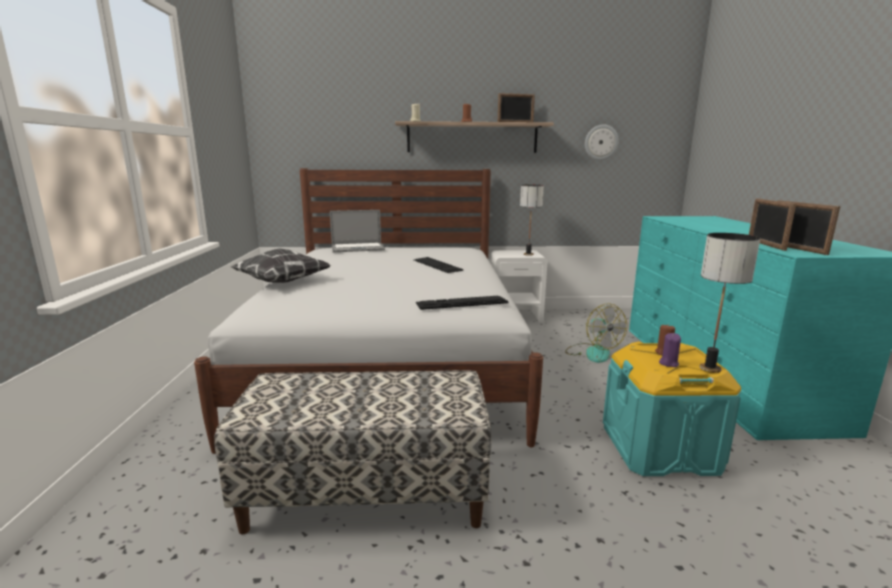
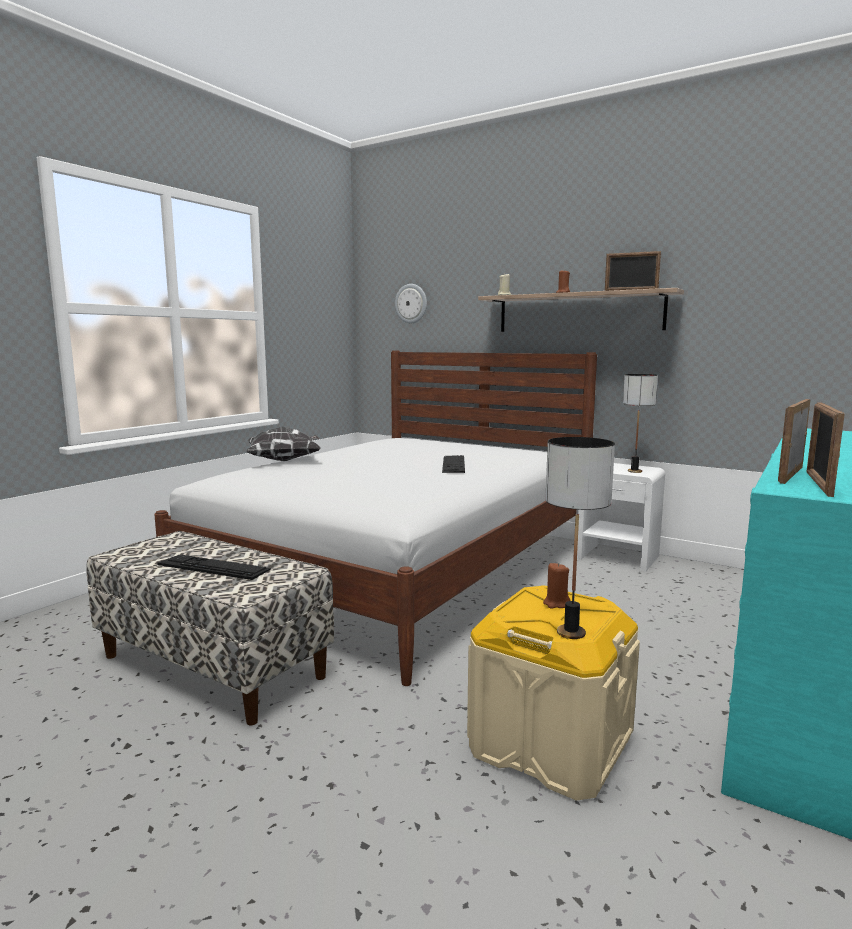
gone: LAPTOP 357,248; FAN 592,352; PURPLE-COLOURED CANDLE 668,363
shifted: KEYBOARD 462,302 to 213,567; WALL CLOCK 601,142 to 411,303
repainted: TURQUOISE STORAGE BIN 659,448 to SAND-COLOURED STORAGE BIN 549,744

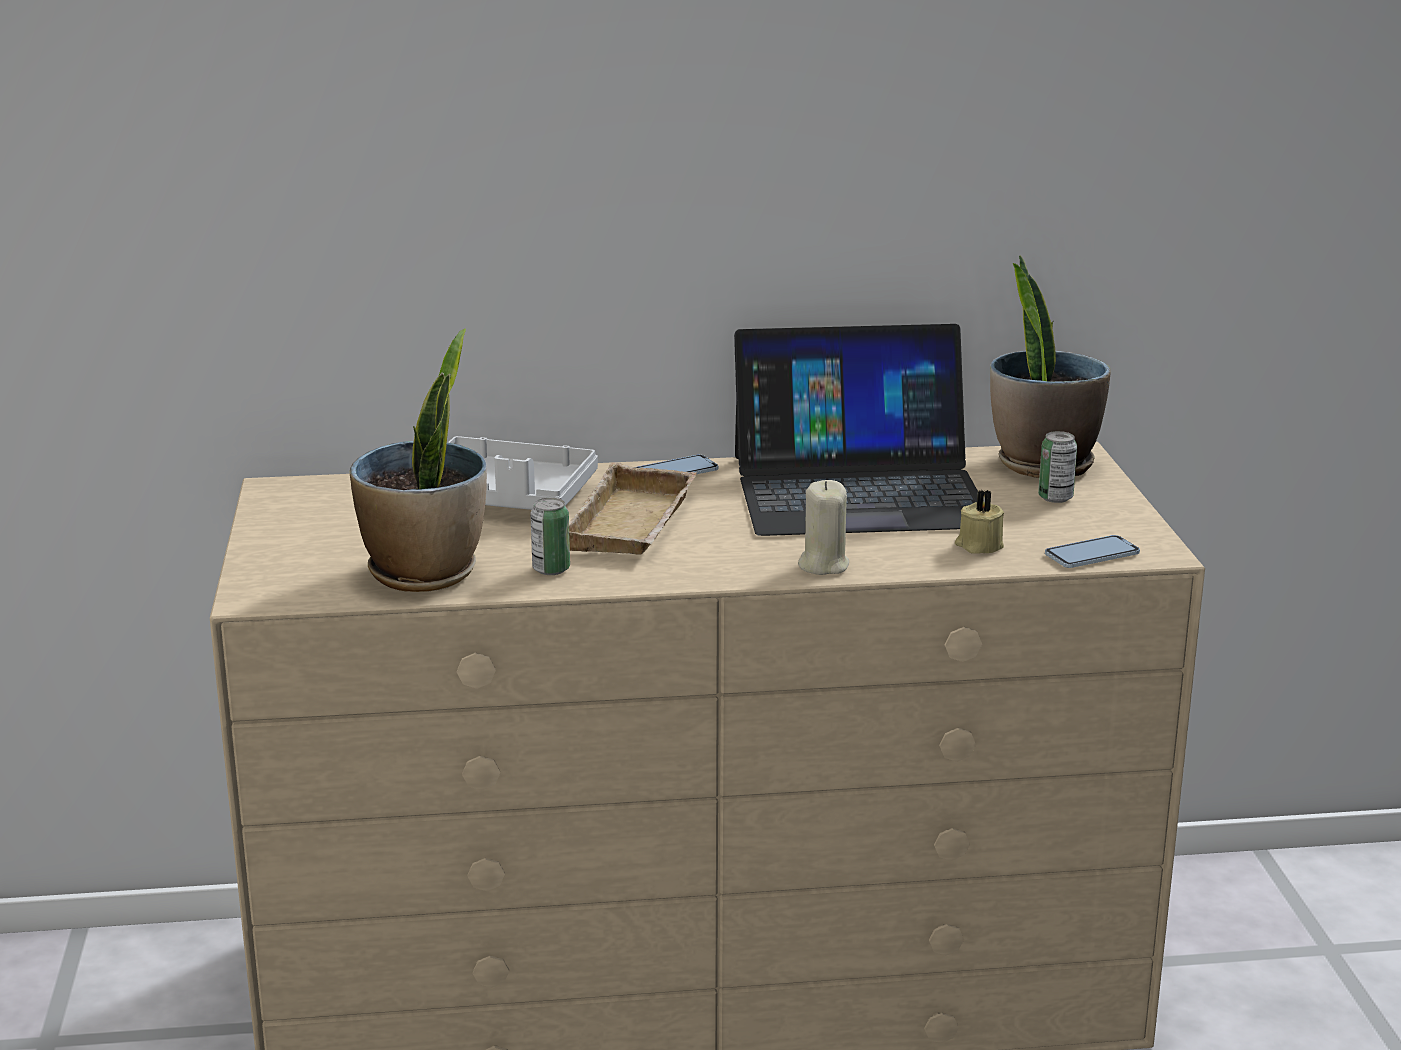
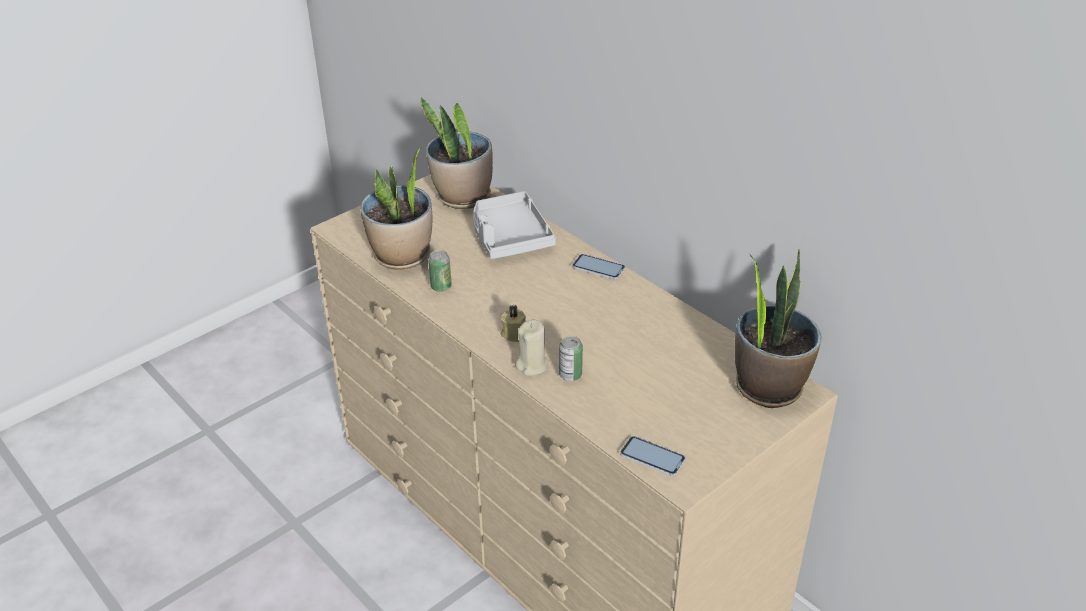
gone: SAND-COLOURED TRAY 635,525; LAPTOP 859,490
new: HOUSEPLANT 462,197
shifted: SAND-COLOURED CANDLE 978,546 to 514,333; CAN 1055,497 to 570,375

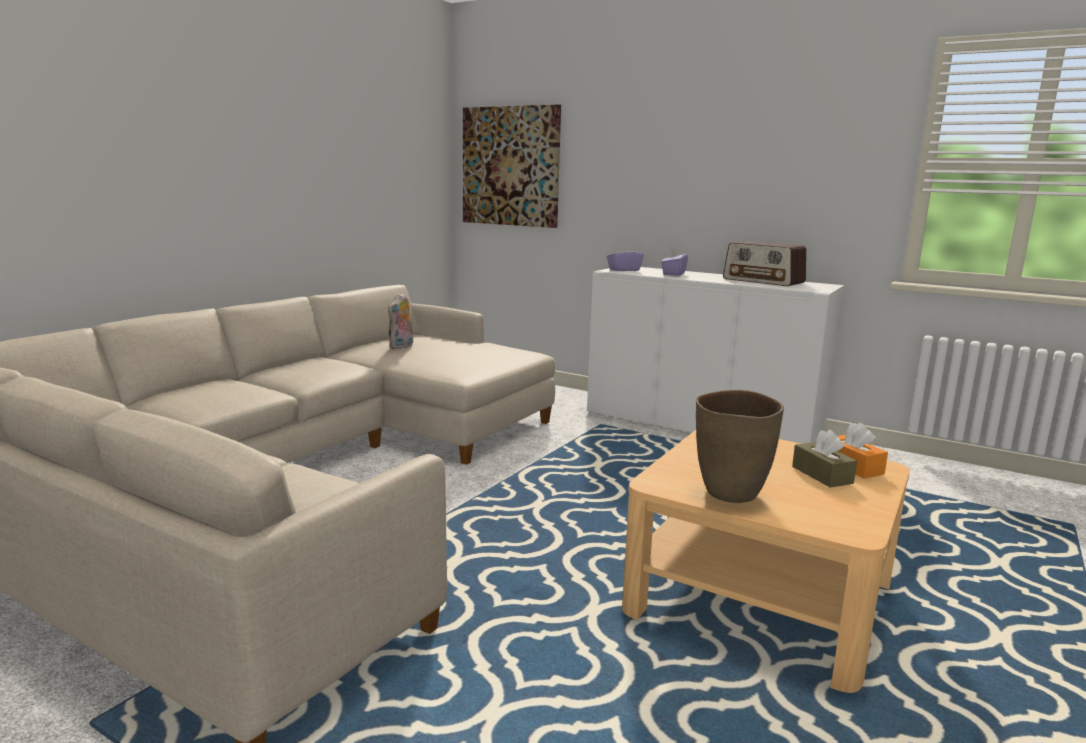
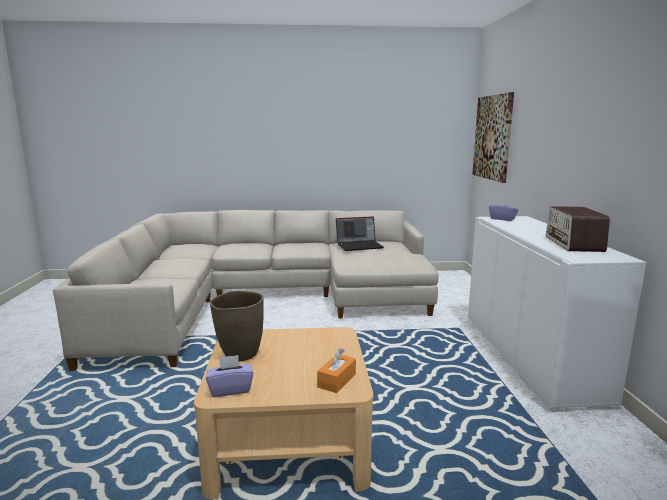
gone: BROWNISH TISSUE BOX 822,475
shifted: PURPLE-COLOURED TISSUE BOX 673,274 to 230,389
swapped: SOFT TOY 401,347 to LAPTOP 359,246

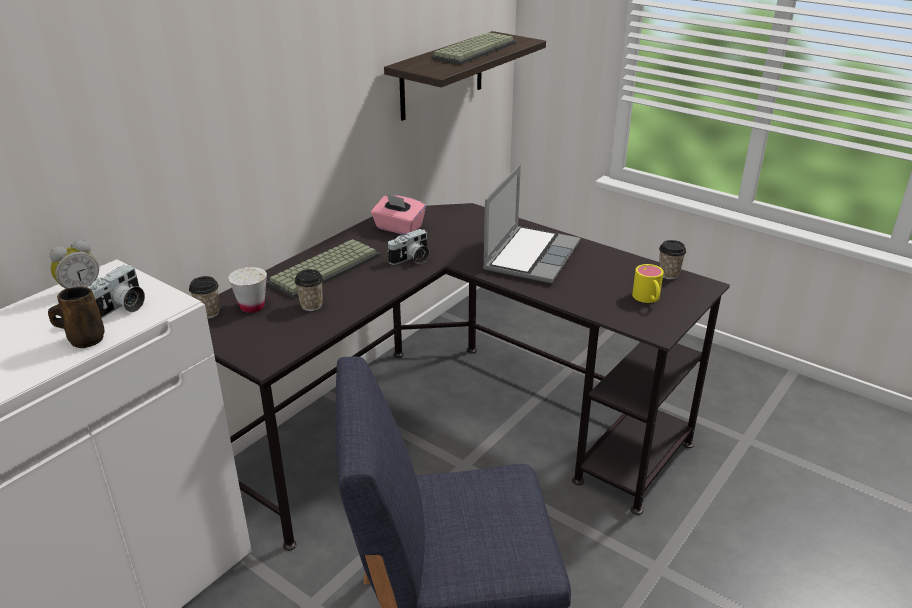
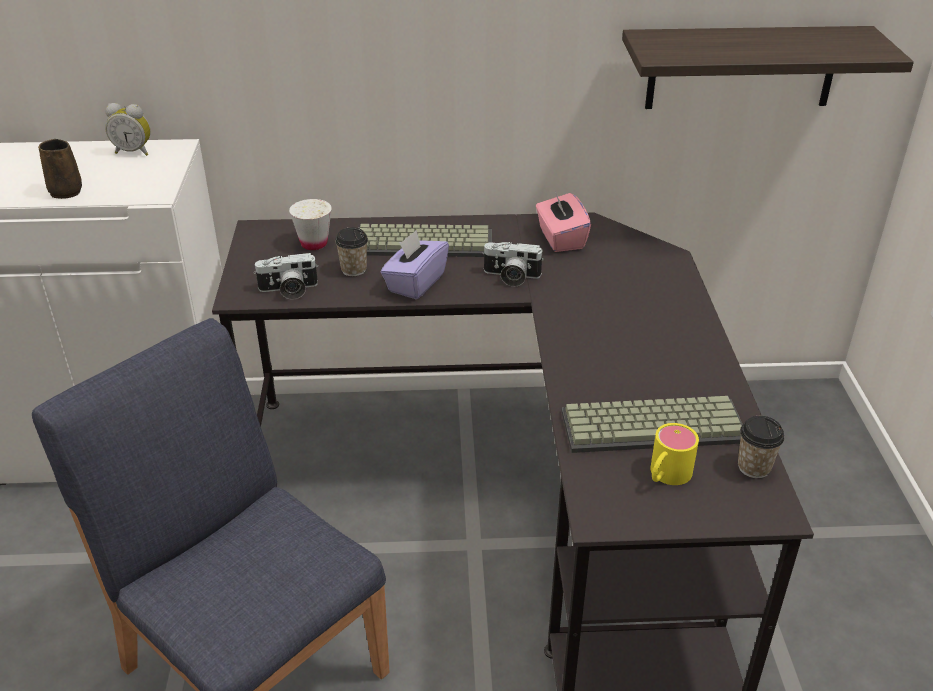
gone: DRINKING CUP 208,313; LAPTOP 531,256
new: PURPLE-COLOURED TISSUE BOX 415,283
shifted: PHOTO CAMERA 121,308 to 288,290; KEYBOARD 474,50 to 654,424

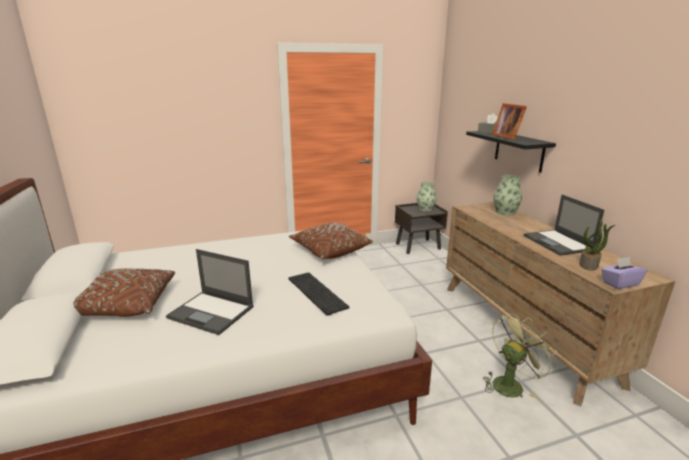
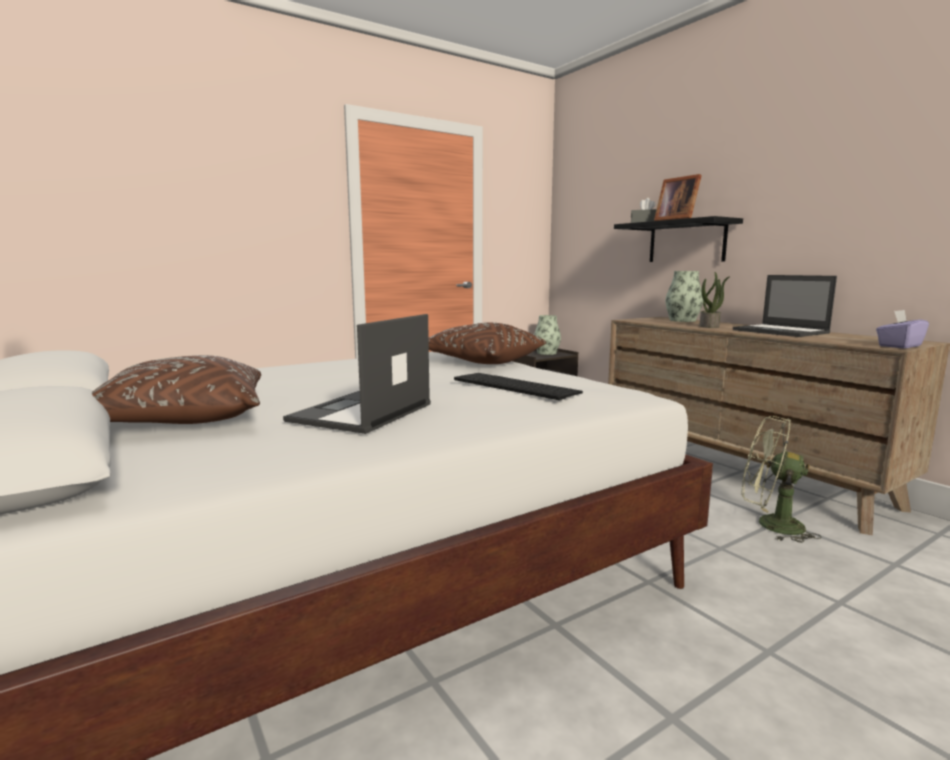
shifted: HOUSEPLANT 589,265 to 709,326
rotated: LAPTOP 212,312 = 361,413 105 degrees clockwise; GREEN FAN 510,383 = 770,525 105 degrees counterclockwise

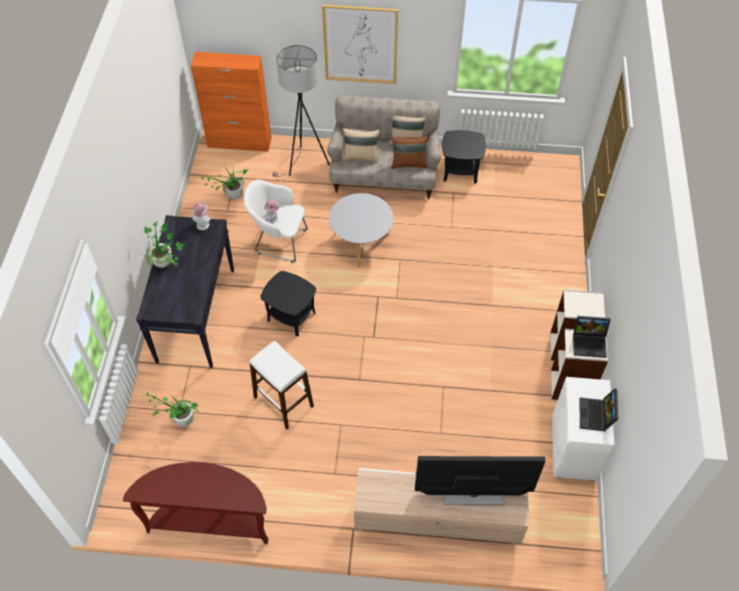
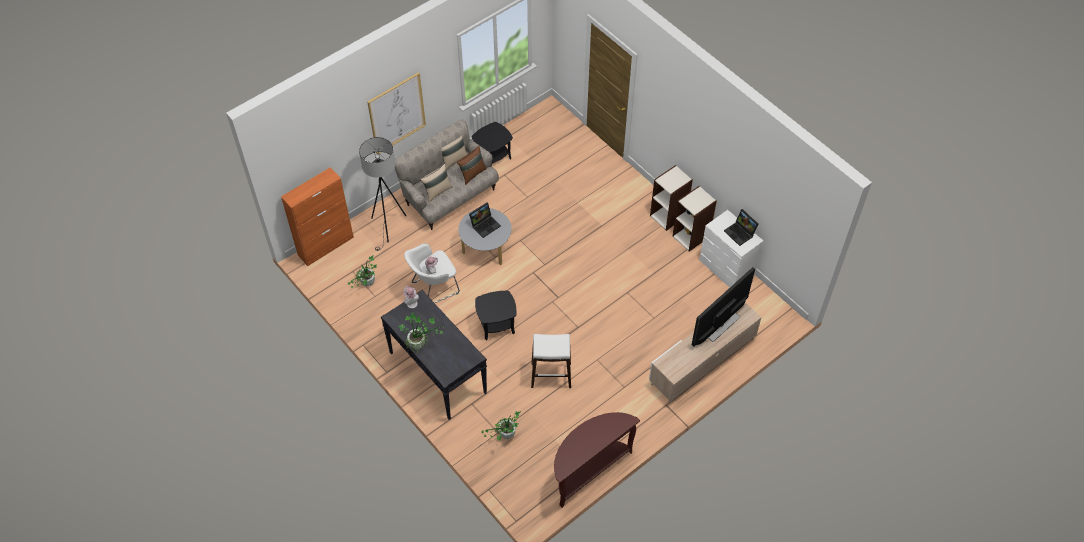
shifted: LAPTOP 590,342 to 485,224

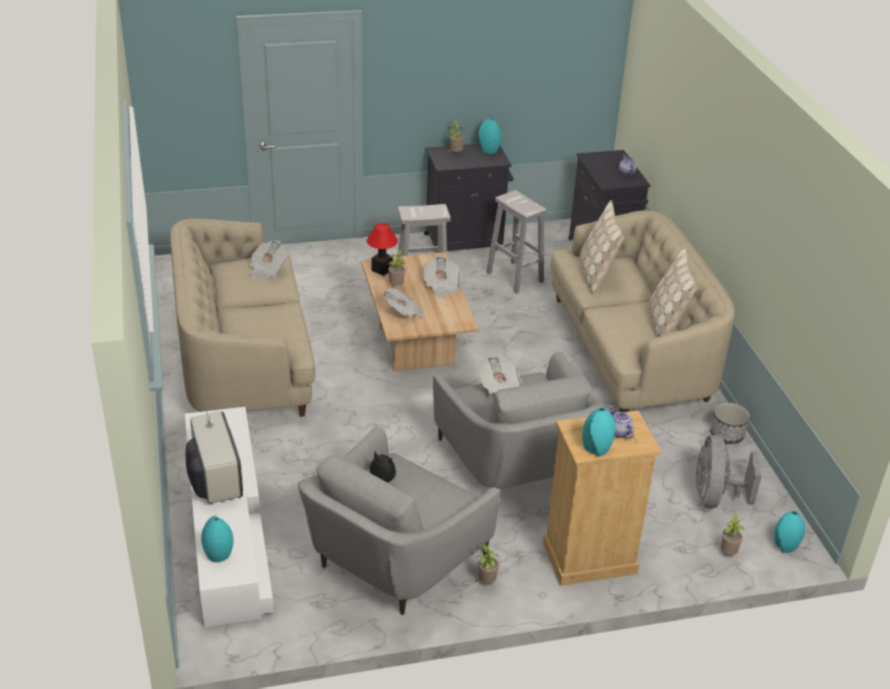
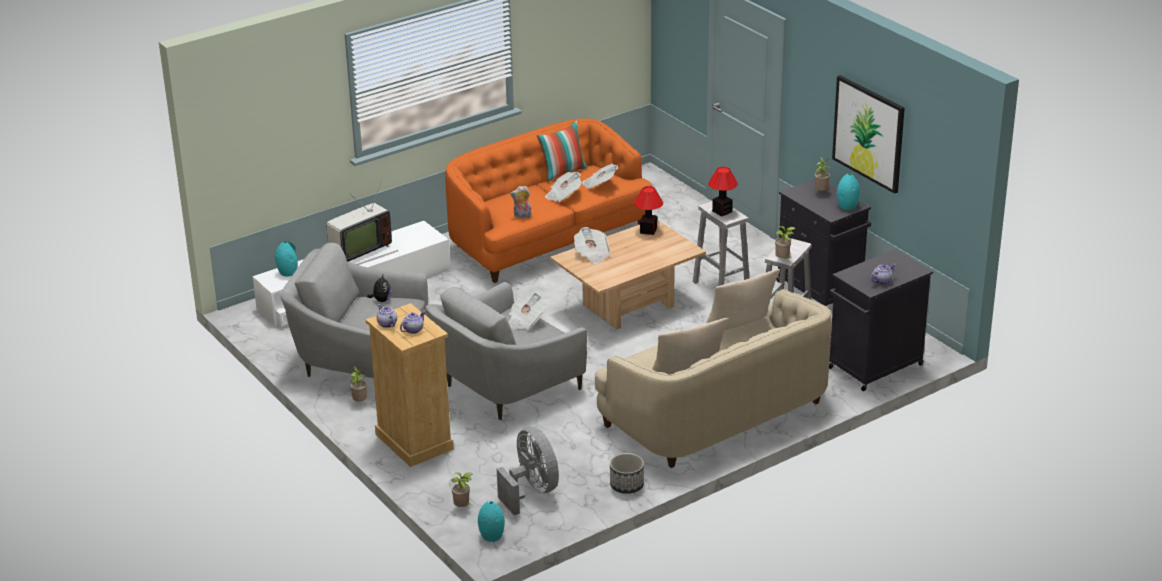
new: SOFT TOY 522,216; CUSHION 563,172; TABLETOP LAMP 721,212; WALL PICTURE 869,133
shifted: NEWSPAPER 441,286 to 563,195; HOUSEPLANT 397,286 to 783,260
swapped: TURQUOISE FLOWER VASE 596,449 to TEAPOT 386,324
repainted: SAND-COLOURED SETTEE 244,356 to ORANGE-COLOURED SETTEE 547,238
rotated: GREY FAN 715,497 = 531,491 75 degrees clockwise

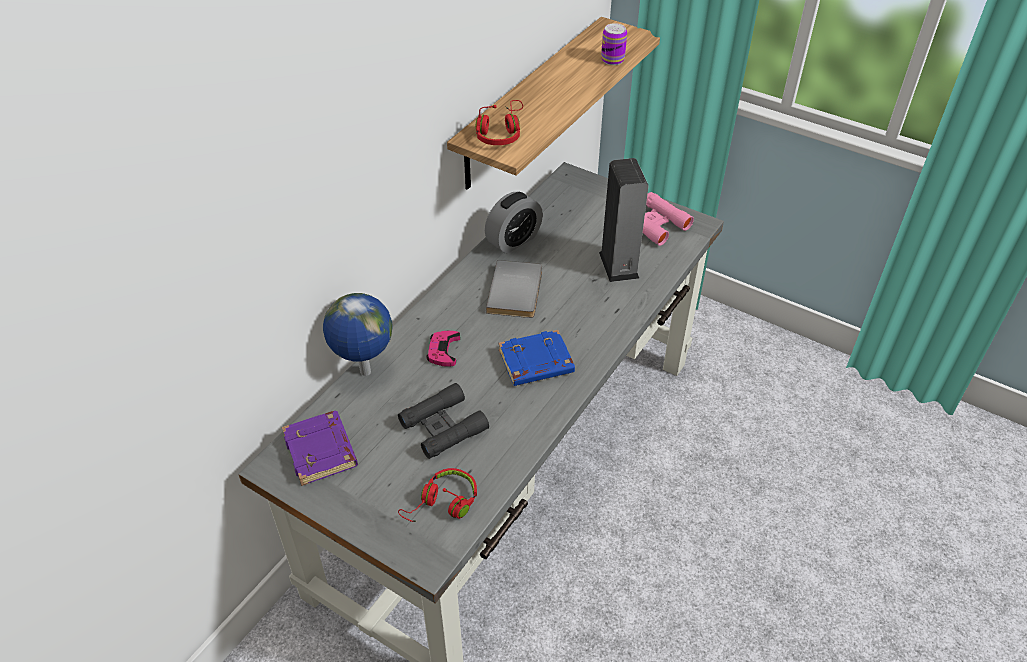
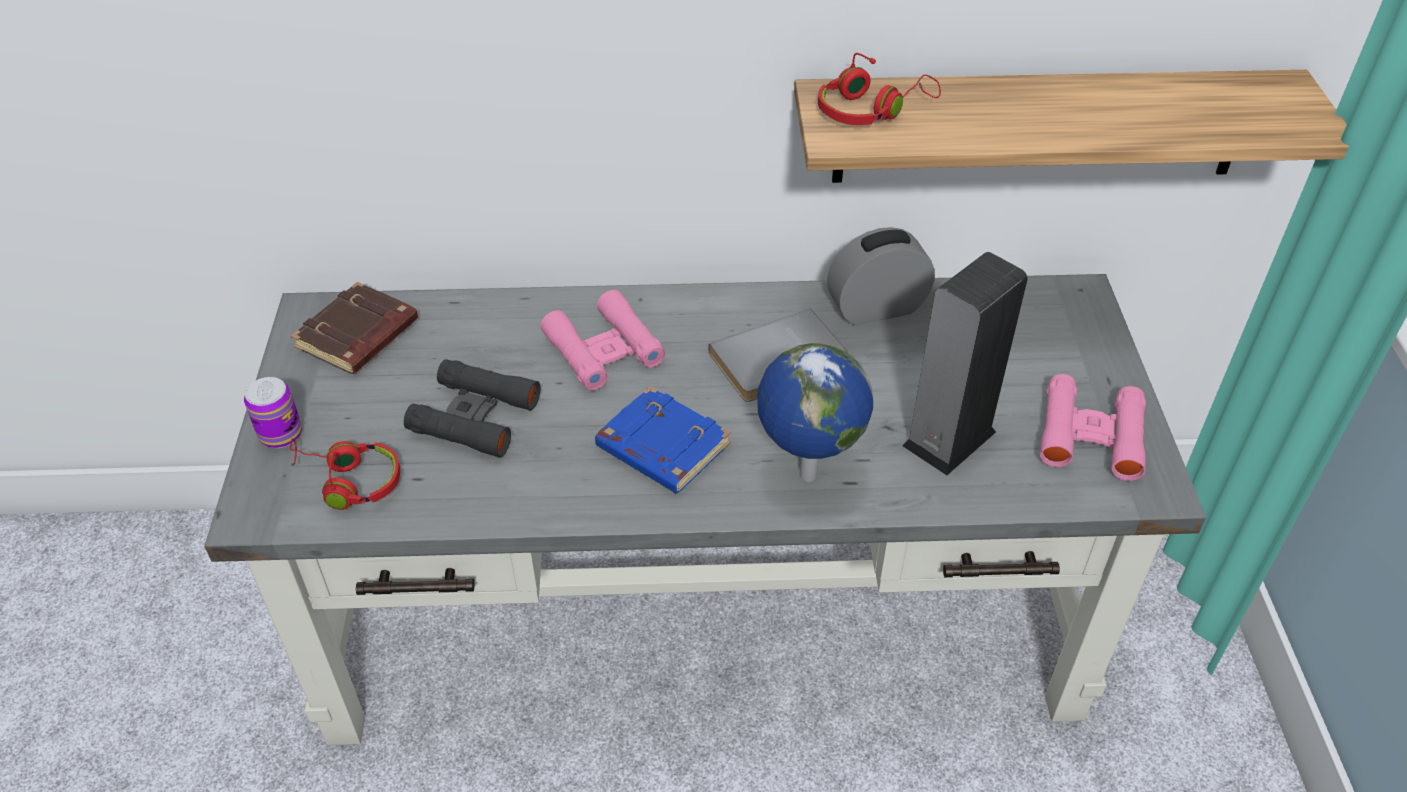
shifted: CAN 612,60 to 281,434; WORLD GLOBE 365,372 to 805,475
swapped: PINK GAMEPAD 443,351 to PINK PAIR OF BINOCULARS 604,350
repainted: PURPLE-COLOURED BOOK 322,451 to BROWNISH BOOK 358,336
rotated: BEDSIDE CLOCK 513,241 = 876,308 150 degrees clockwise

